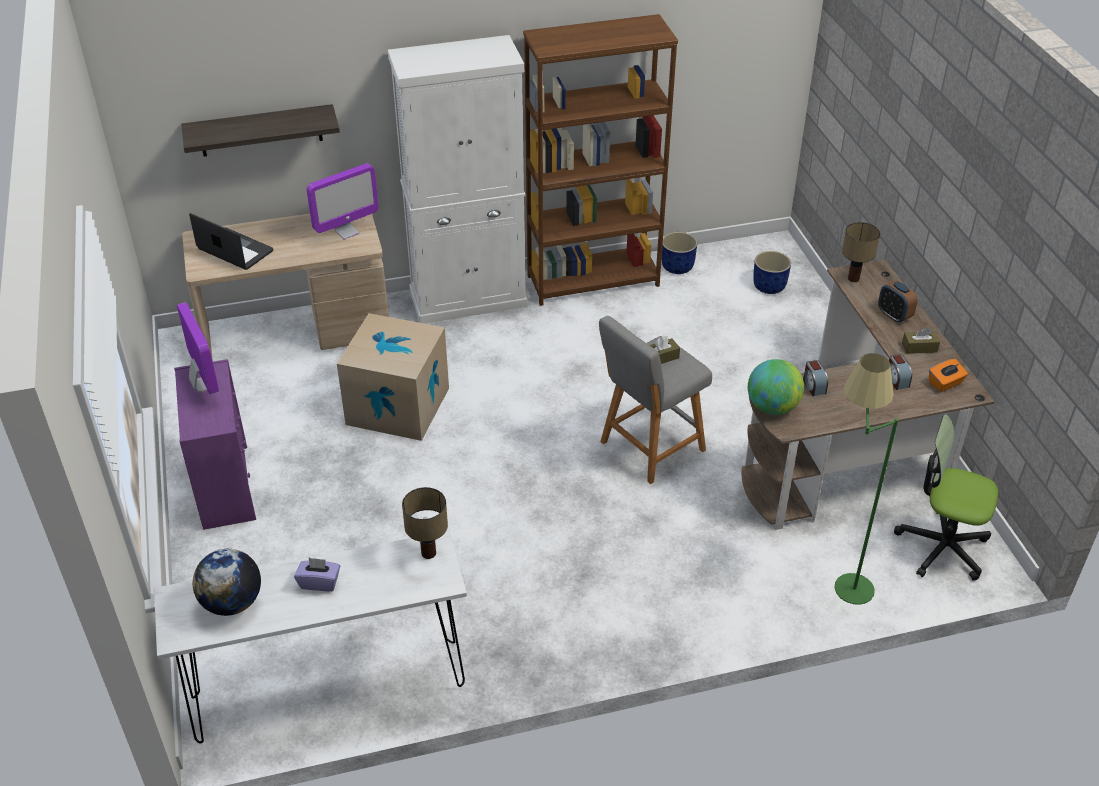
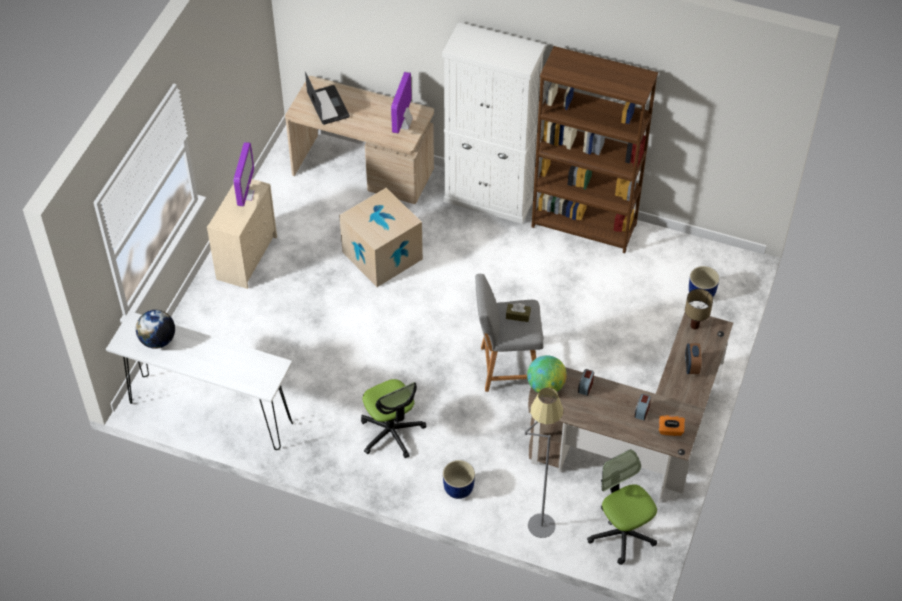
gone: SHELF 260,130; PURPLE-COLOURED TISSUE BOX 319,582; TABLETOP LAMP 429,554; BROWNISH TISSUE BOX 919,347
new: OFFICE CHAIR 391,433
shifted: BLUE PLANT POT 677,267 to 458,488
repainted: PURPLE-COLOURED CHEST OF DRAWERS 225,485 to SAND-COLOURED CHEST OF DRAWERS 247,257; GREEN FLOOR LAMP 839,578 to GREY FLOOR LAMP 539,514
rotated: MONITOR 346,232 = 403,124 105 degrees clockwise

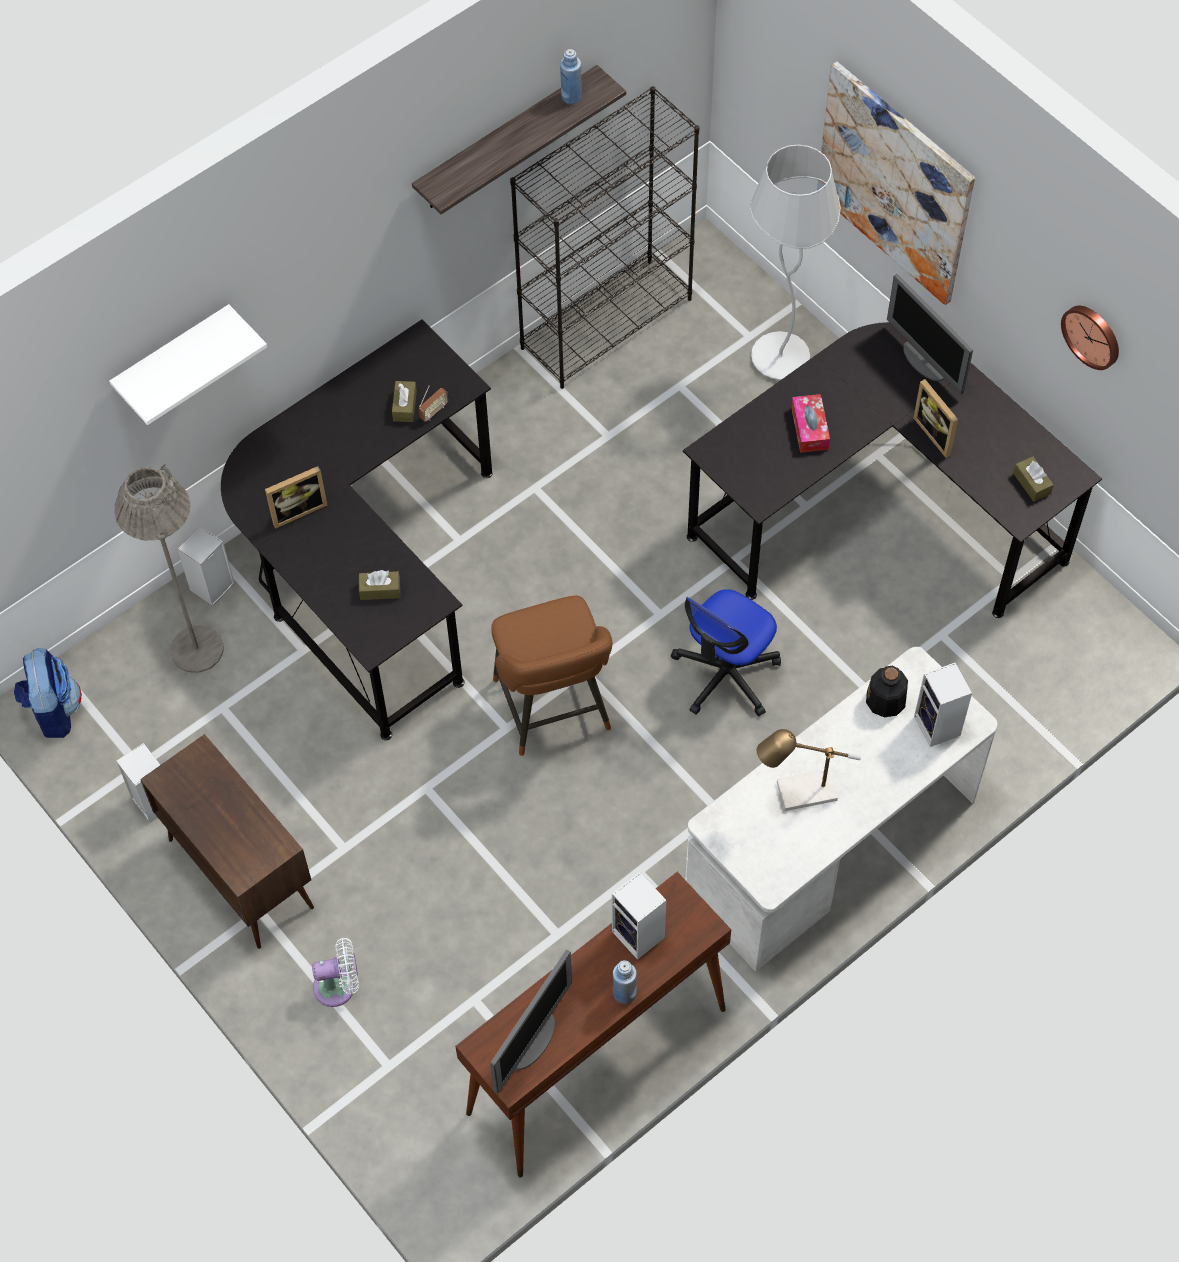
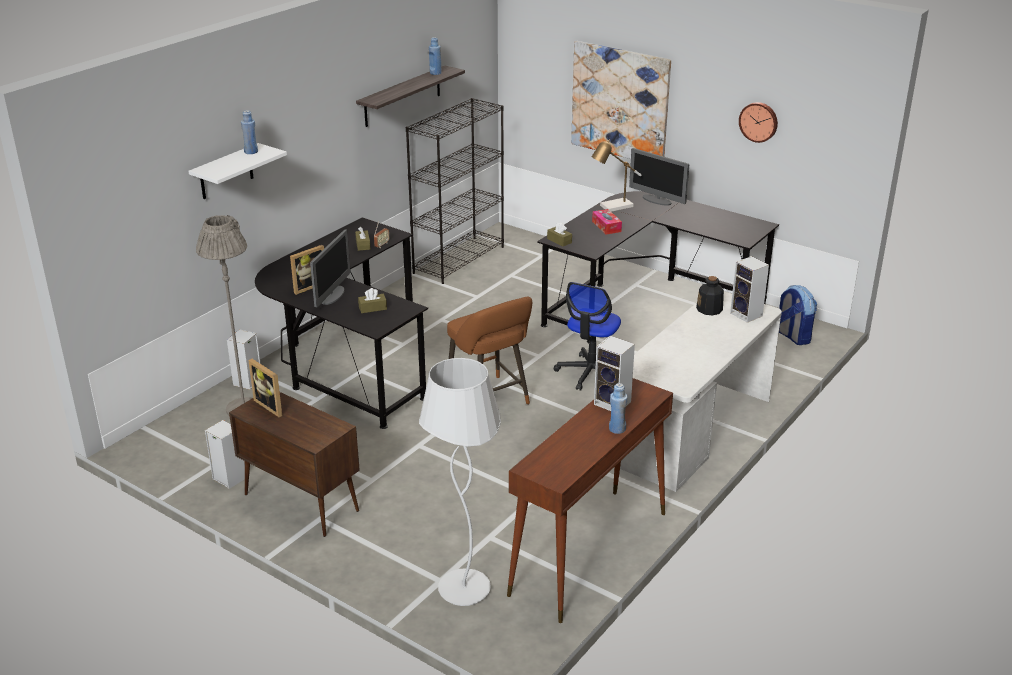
gone: WHITISH FAN 339,986
new: BLUE BEVERAGE BOTTLE 251,152
shifted: STANDING FRAME 937,433 to 272,406; MONITOR 533,1040 to 333,295; WHITISH FLOOR LAMP 779,358 to 464,590; BROWNISH TISSUE BOX 1032,483 to 559,241; TABLETOP LAMP 798,794 to 613,207; BACKPACK 53,710 to 792,336

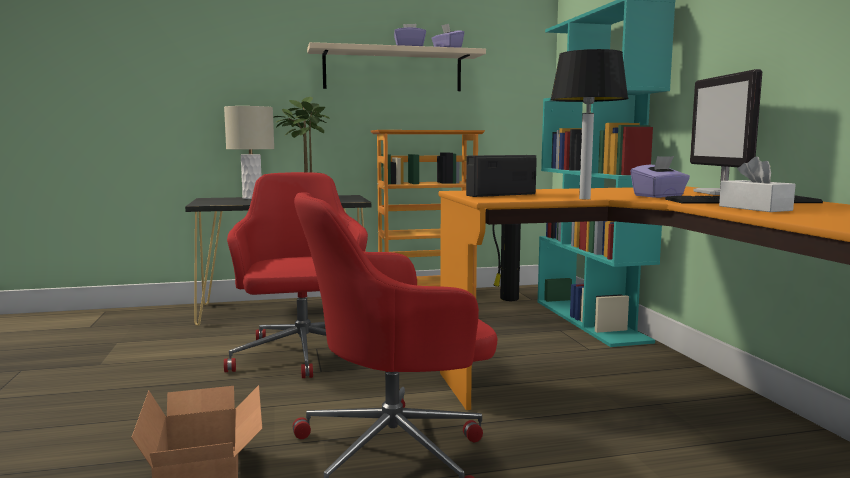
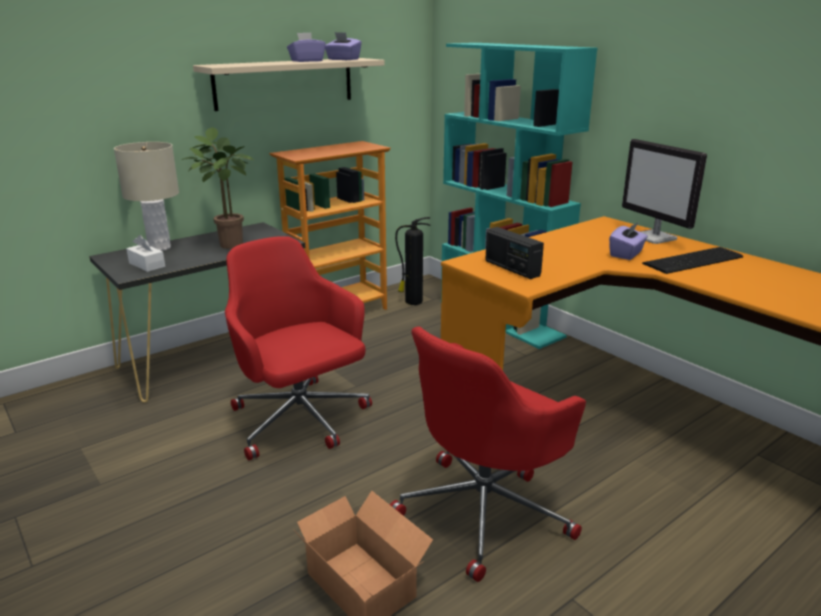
gone: TABLETOP LAMP 584,199
shifted: WHITISH TISSUE BOX 754,208 to 147,265
rotated: RADIO SET 500,195 = 511,268 75 degrees counterclockwise

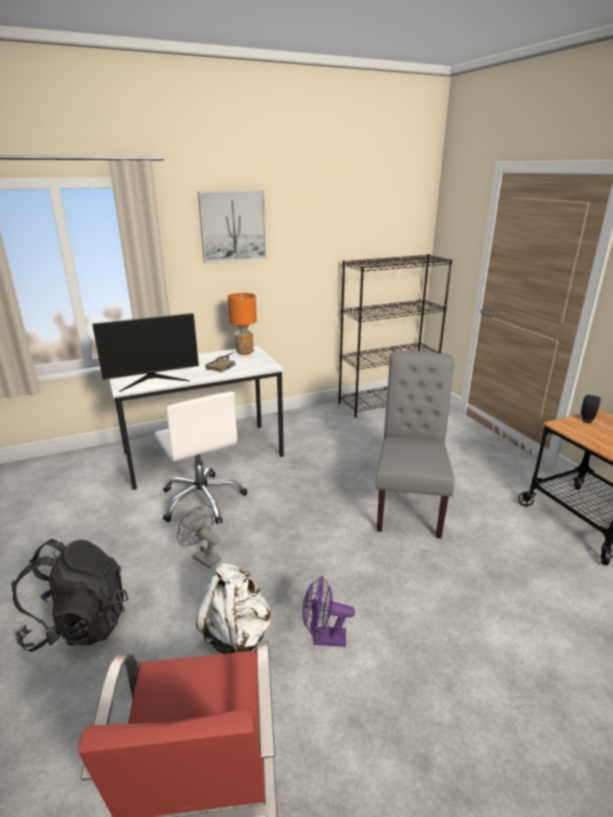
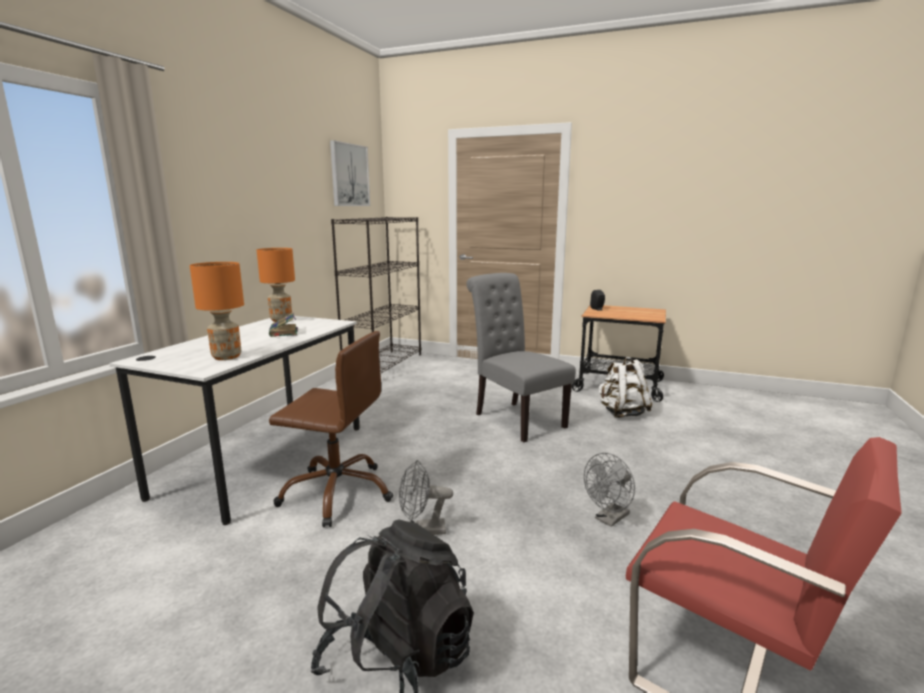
shifted: WALL PICTURE 233,226 to 349,175; WHITISH BACKPACK 237,635 to 622,413
swapped: MONITOR 153,381 to ORANGE-COLOURED TABLETOP LAMP 226,357
repainted: WHITISH OFFICE CHAIR 203,500 to BROWNISH OFFICE CHAIR 337,492; PURPLE-COLOURED FAN 323,638 to GREY FAN 609,519

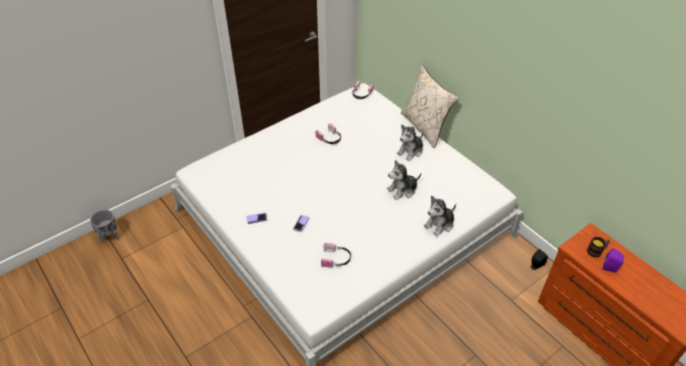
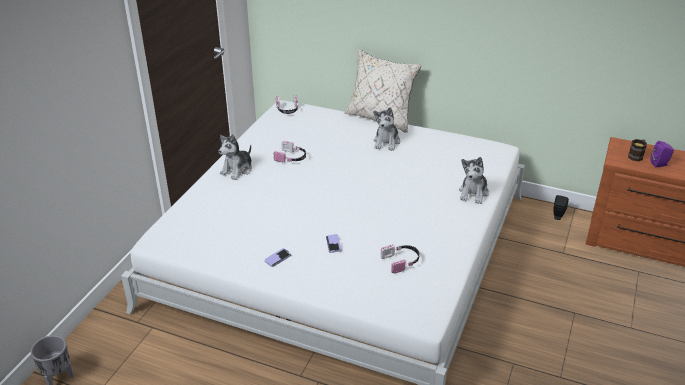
shifted: SOFT TOY 402,190 to 237,170

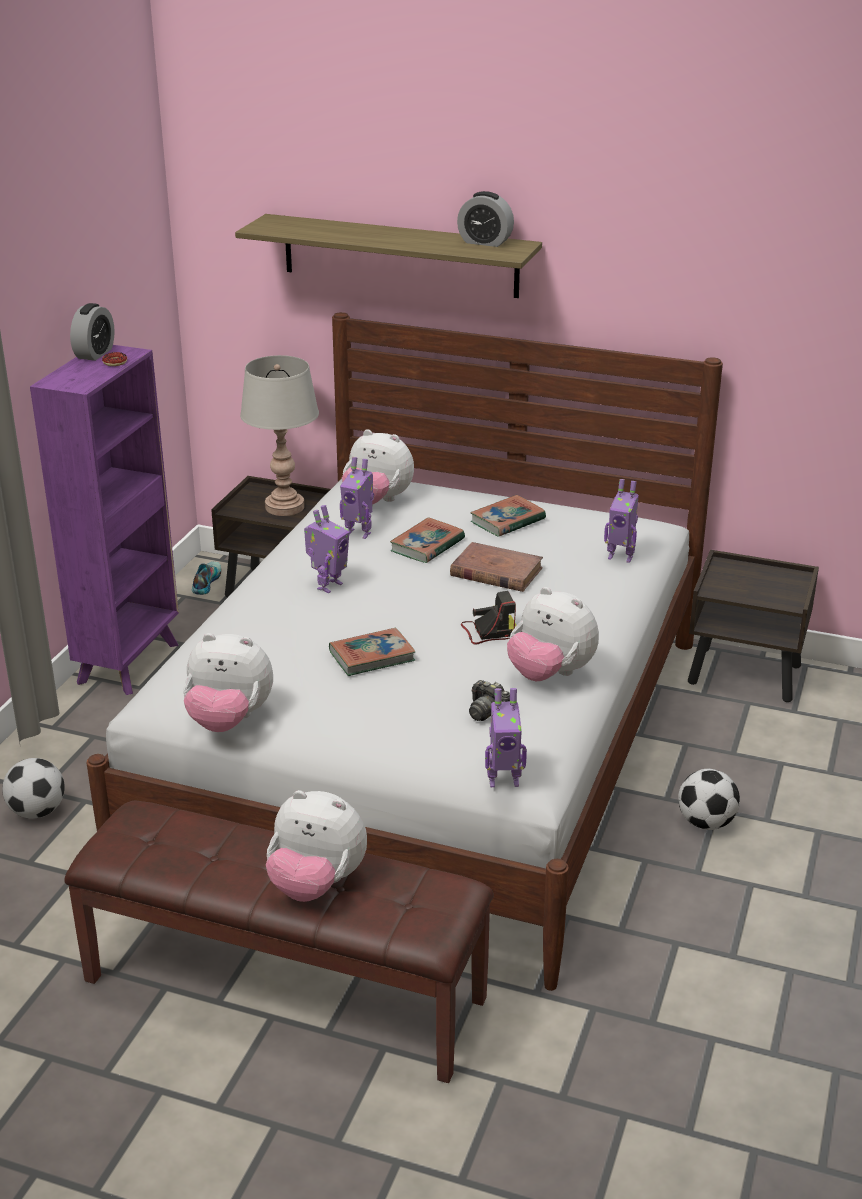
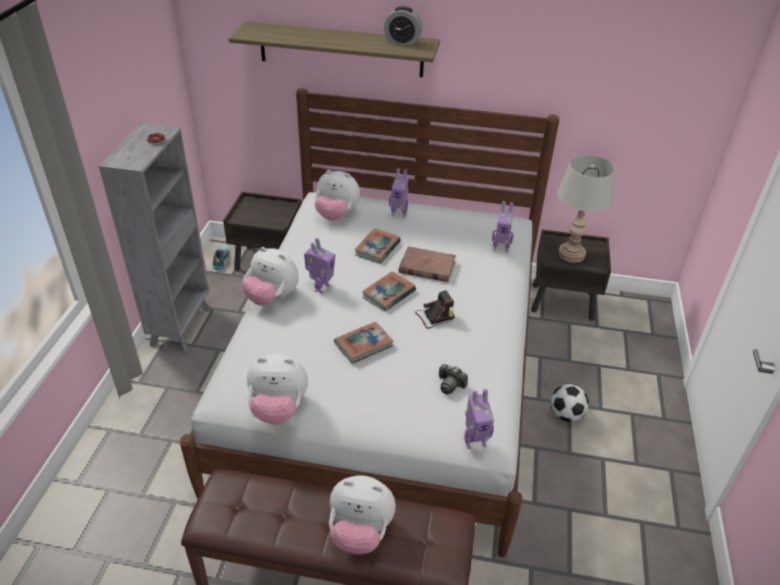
gone: FOOTBALL 37,811; BEDSIDE CLOCK 95,353
shifted: SOFT TOY 550,674 to 272,297; BOOK 507,521 to 388,294; TOY ROBOT 359,533 to 399,214; GREY TABLETOP LAMP 284,507 to 571,254
repainted: PURPLE-COLOURED BOOKSHELF 130,662 to GREY BOOKSHELF 182,325

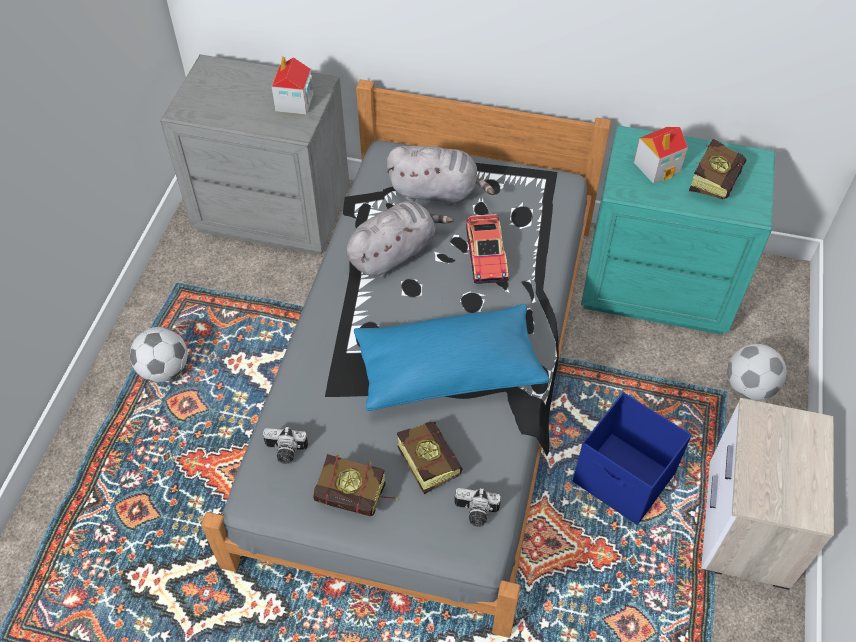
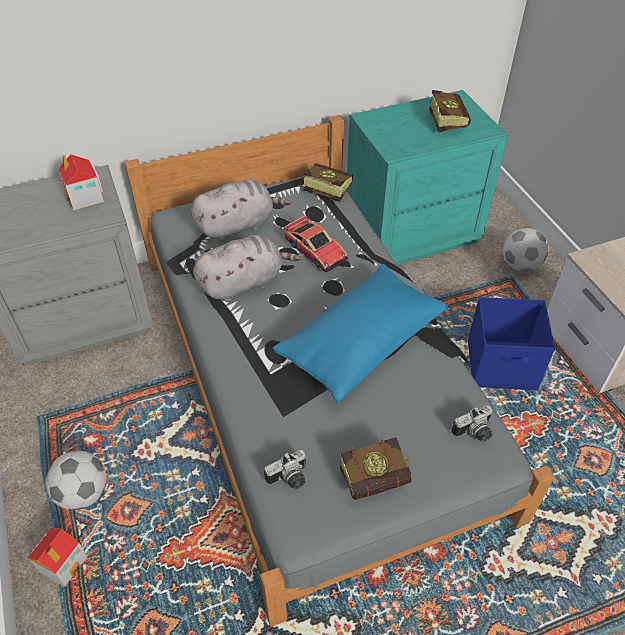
shifted: MINIATURE HOUSE 657,167 to 63,563; BOOK 425,459 to 323,189
rotated: GREY SOFT TOY 394,254 = 244,283 45 degrees clockwise

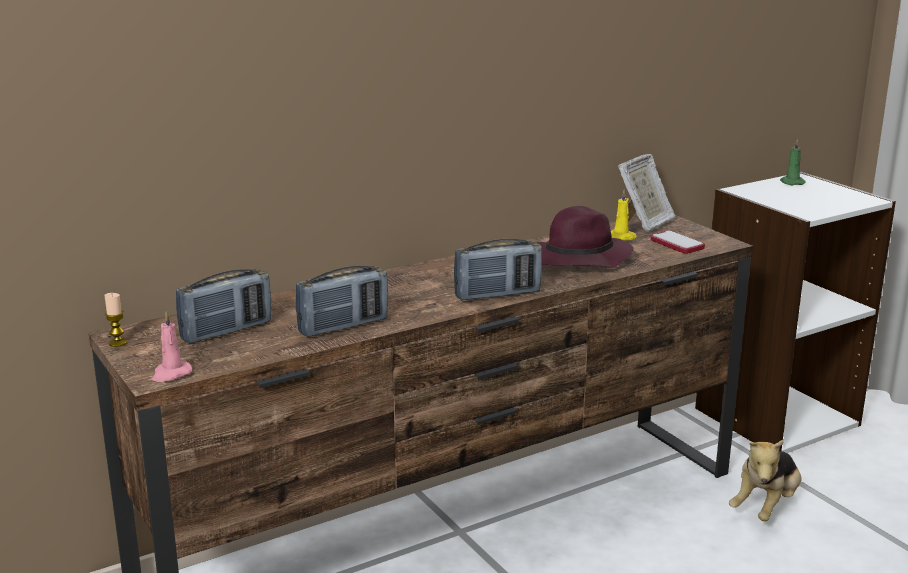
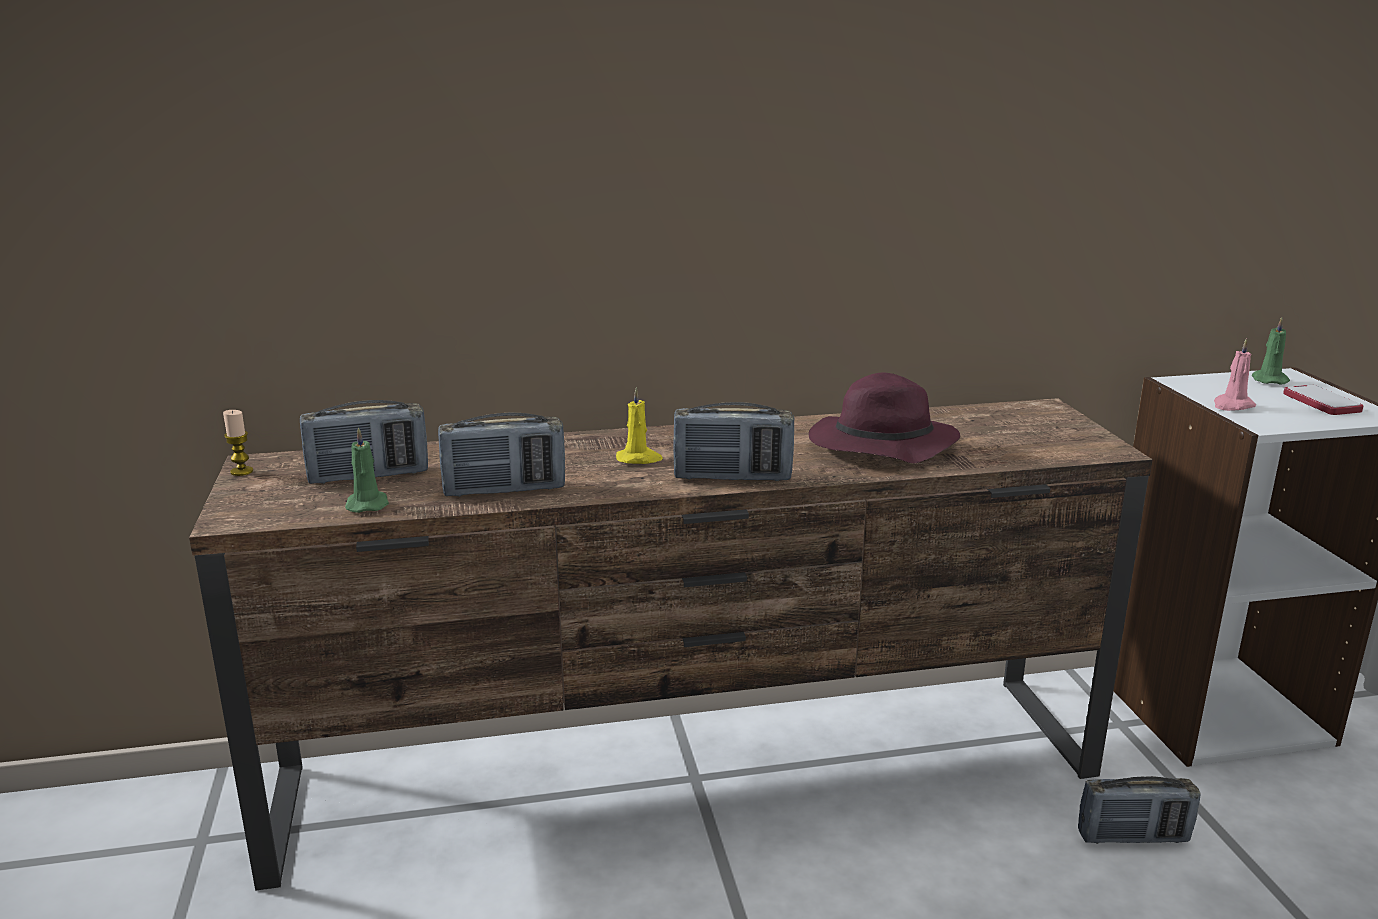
gone: STANDING FRAME 644,224
new: GREEN CANDLE 367,504
shifted: YELLOWISH CANDLE 622,237 to 639,459; PINK CANDLE 171,374 to 1232,406; PHONE 677,244 to 1321,402
swapped: SOFT TOY 766,506 to RADIO SET 1133,837

